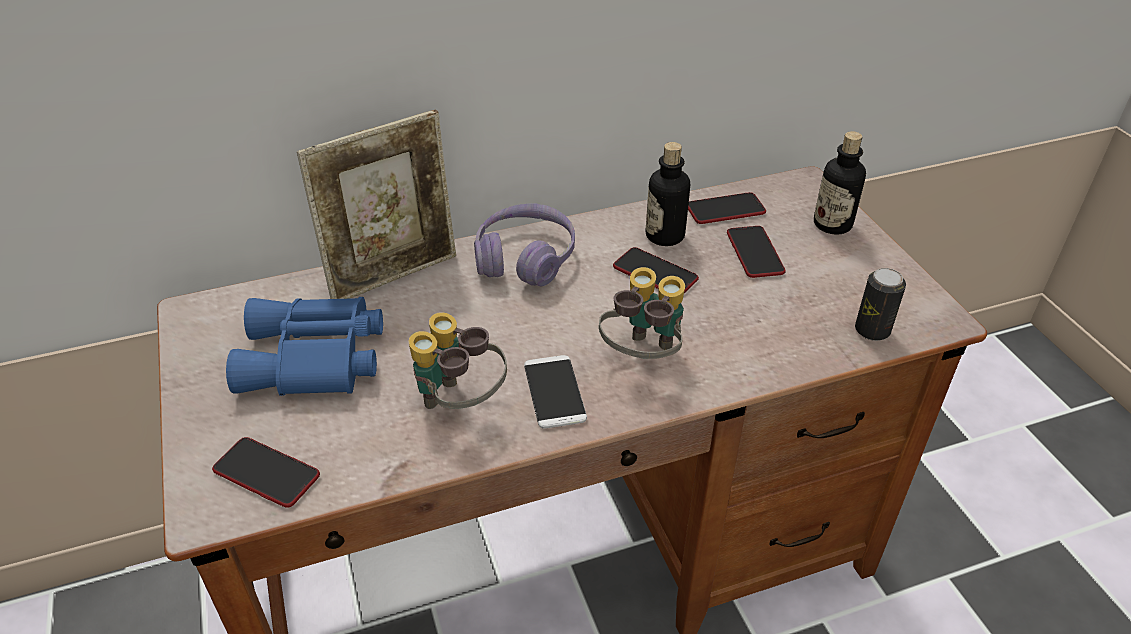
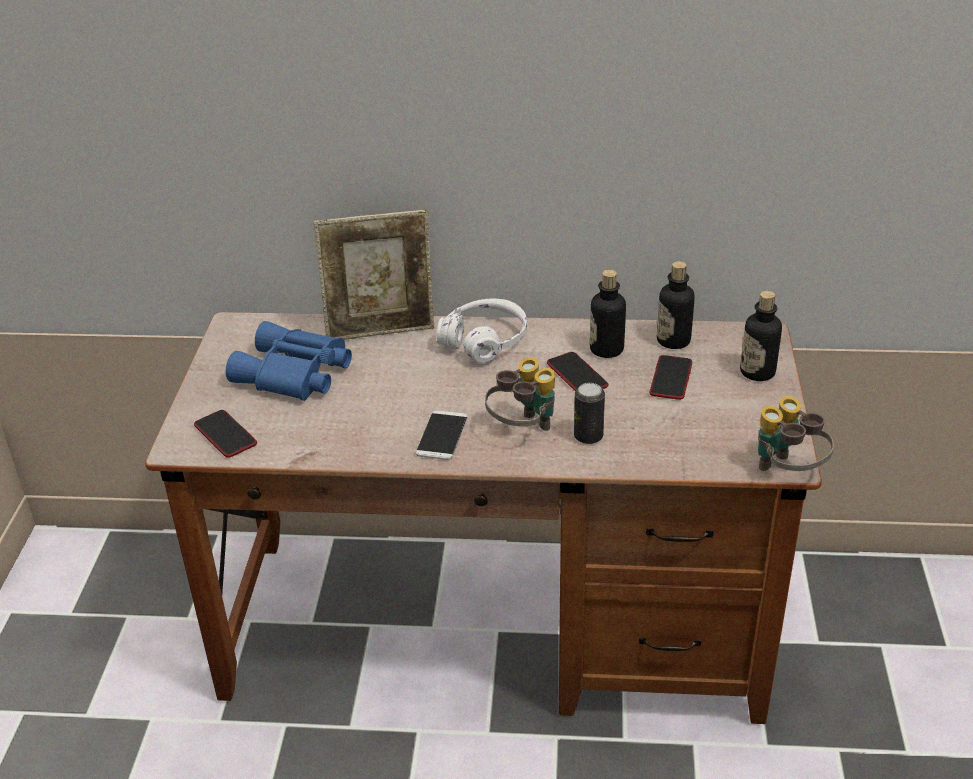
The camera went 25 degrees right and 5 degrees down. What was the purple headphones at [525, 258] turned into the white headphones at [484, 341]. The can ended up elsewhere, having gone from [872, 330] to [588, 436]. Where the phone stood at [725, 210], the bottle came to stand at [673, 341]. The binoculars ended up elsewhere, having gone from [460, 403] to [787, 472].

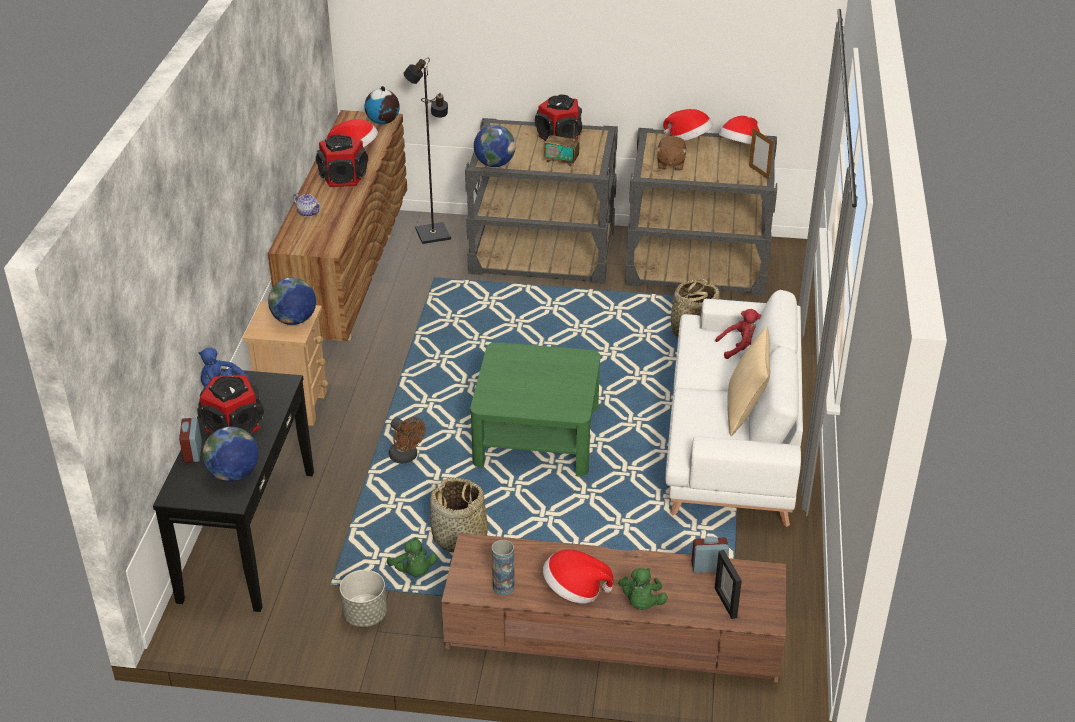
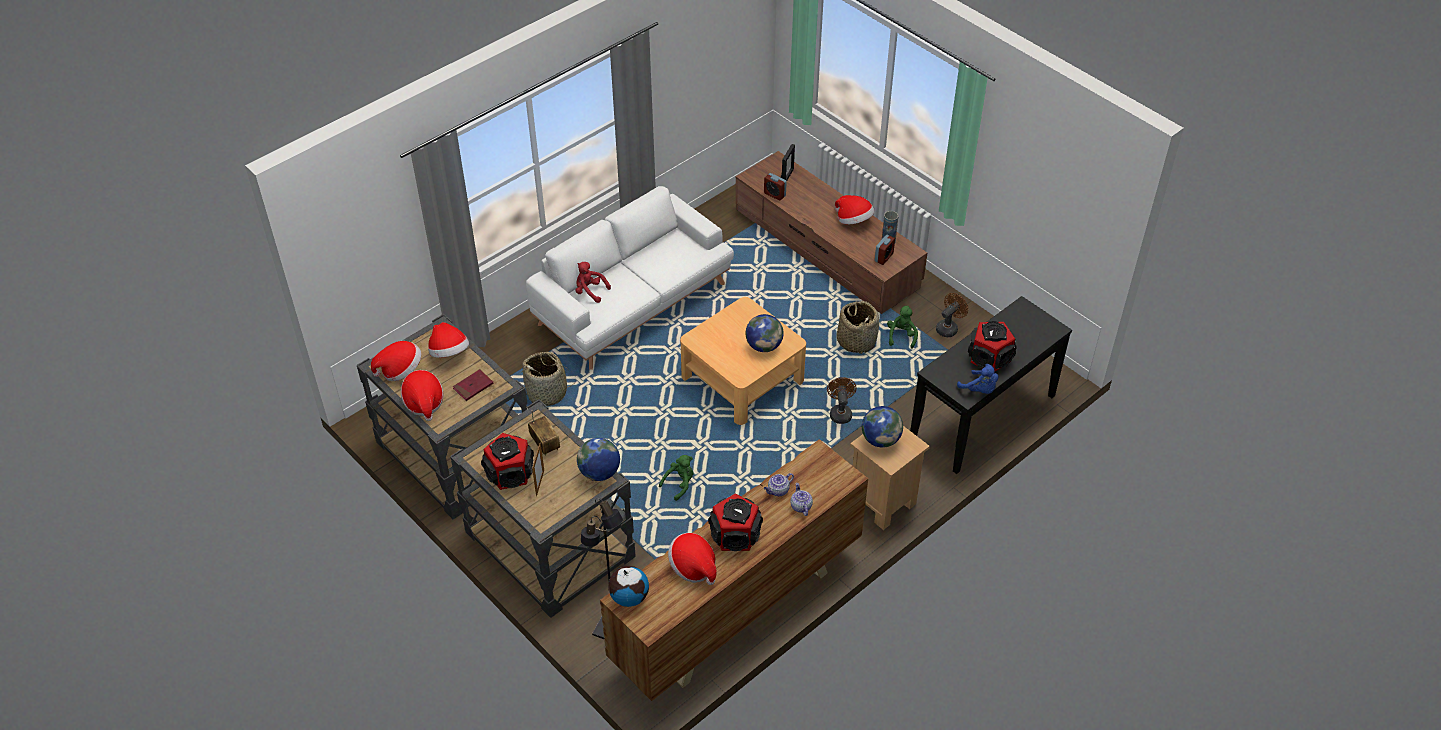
The camera went 140 degrees left and 10 degrees up. The second view gained the hat at [449, 353]. Where the brown plush toy stood at [670, 164], the red book came to stand at [473, 386]. The picture frame ended up elsewhere, having gone from [759, 173] to [540, 483]. The green plush toy ended up elsewhere, having gone from [641, 603] to [679, 484]. What was the green coffee table at [537, 435] turned into the beige coffee table at [742, 378]. The globe ended up elsewhere, having gone from [234, 474] to [764, 346]. The second view gained the teapot at [778, 491]. The alarm clock ended up elsewhere, having gone from [193, 452] to [883, 257]. Where the grey planter stood at [365, 614], the brown fan came to stand at [949, 328]. The second view lost the beige pillow at [744, 411].

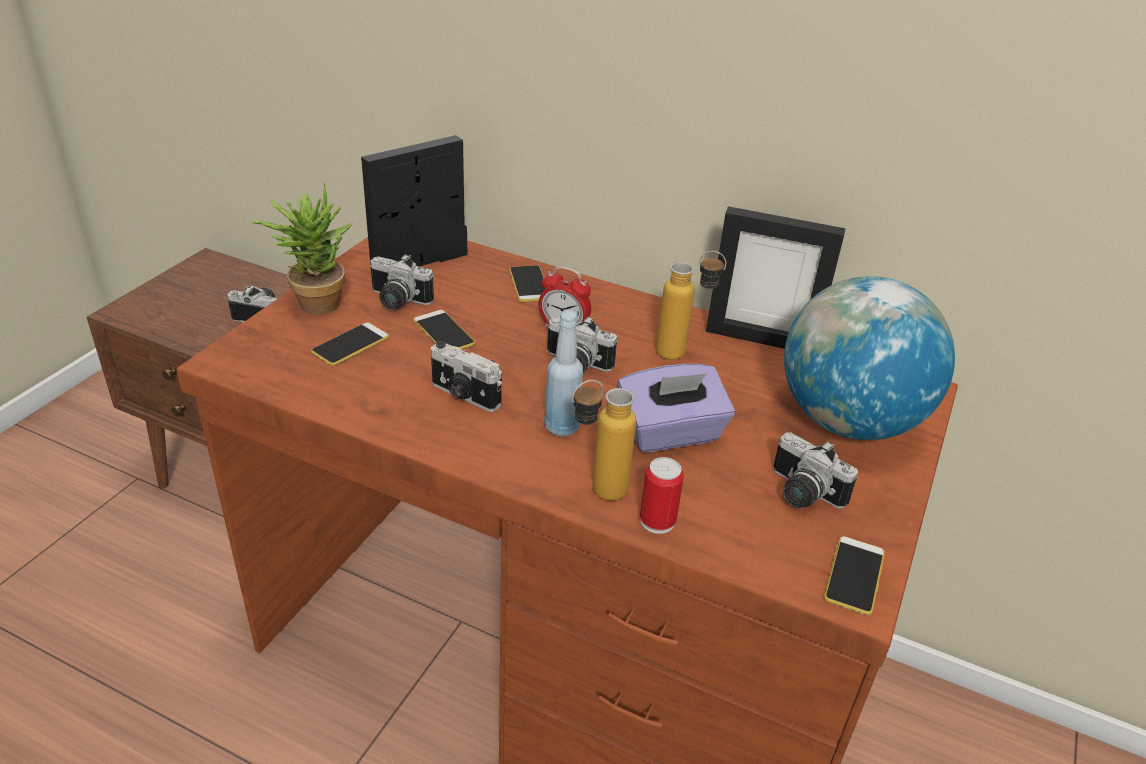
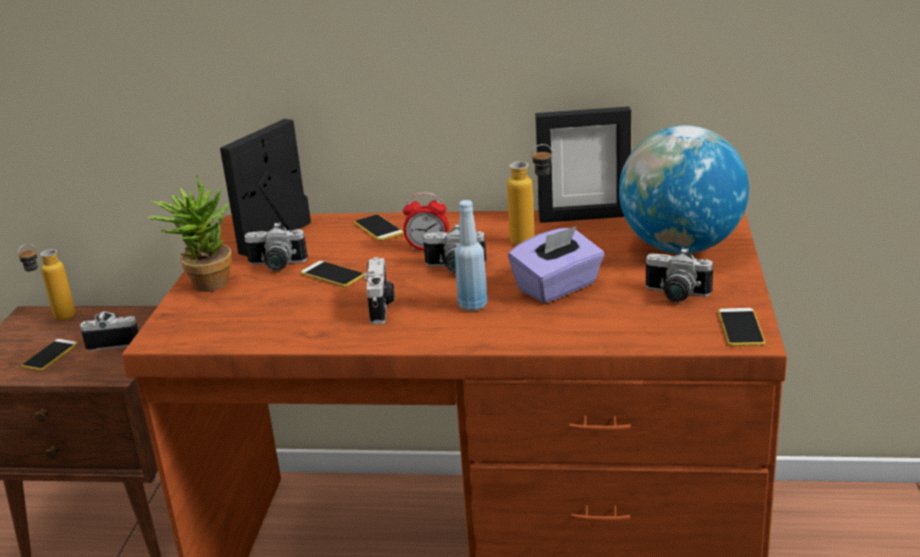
The camera went 15 degrees left and 10 degrees down. The bottle ended up elsewhere, having gone from [596, 493] to [56, 319]. The phone ended up elsewhere, having gone from [350, 345] to [50, 355]. The photo camera at [464, 395] ended up facing another way, 105 degrees counterclockwise from before. The second view lost the can at [657, 521].

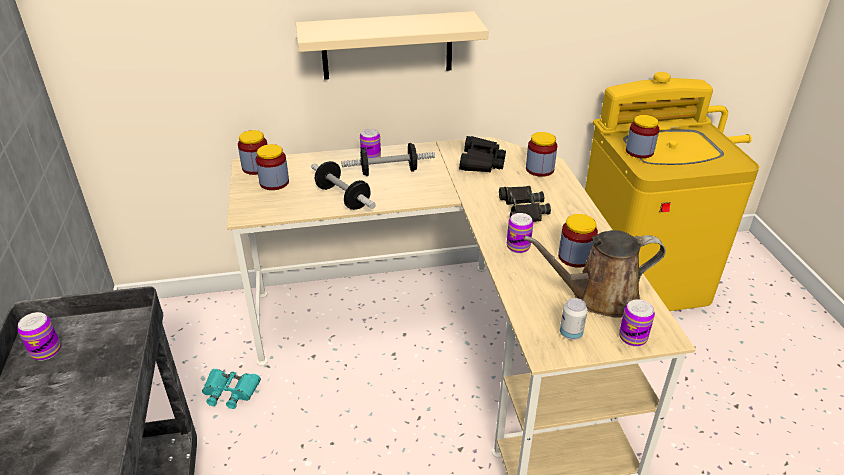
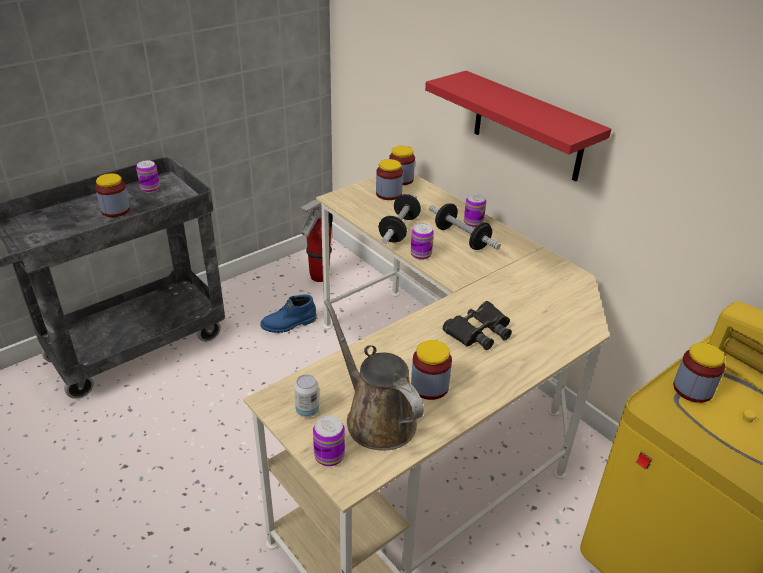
The camera went 60 degrees right and 0 degrees up. The jar ended up elsewhere, having gone from [539, 169] to [115, 210]. Where the turquoise binoculars stood at [230, 391], the blue boot came to stand at [289, 324]. The second view gained the fire extinguisher at [319, 277]. The can ended up elsewhere, having gone from [518, 247] to [421, 254]. What was the beige shelf at [387, 46] turned into the red shelf at [528, 126]. The second view lost the black binoculars at [481, 162].

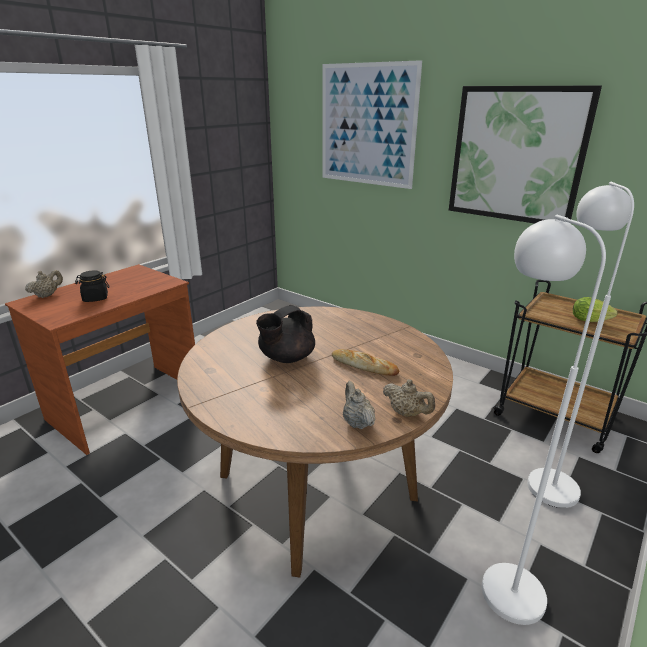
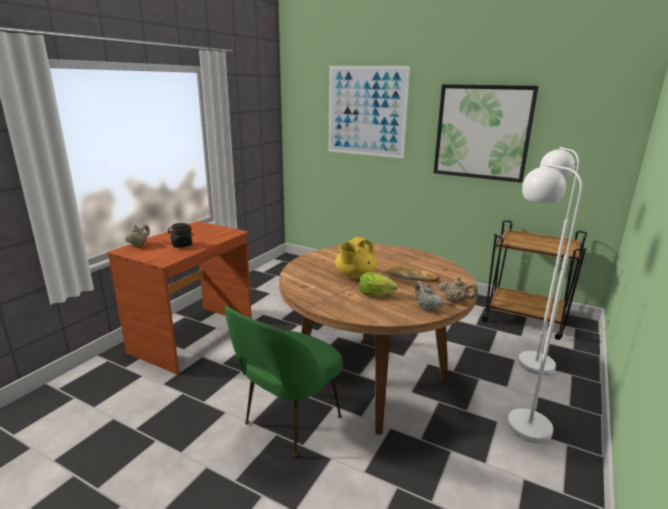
The camera went 10 degrees left and 5 degrees down. The second view gained the green chair at [287, 424]. What was the black teapot at [286, 358] turned into the yellow teapot at [354, 276]. The lettuce ended up elsewhere, having gone from [592, 321] to [377, 295].

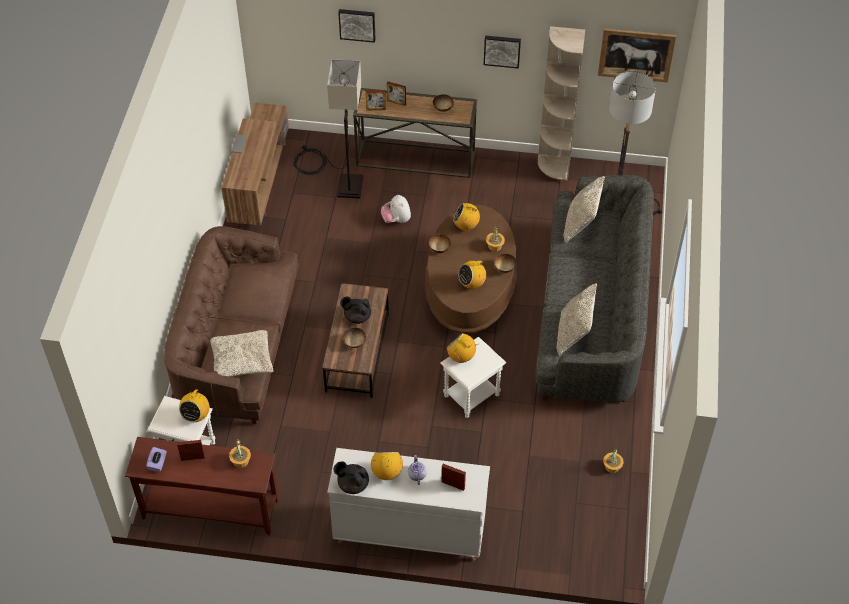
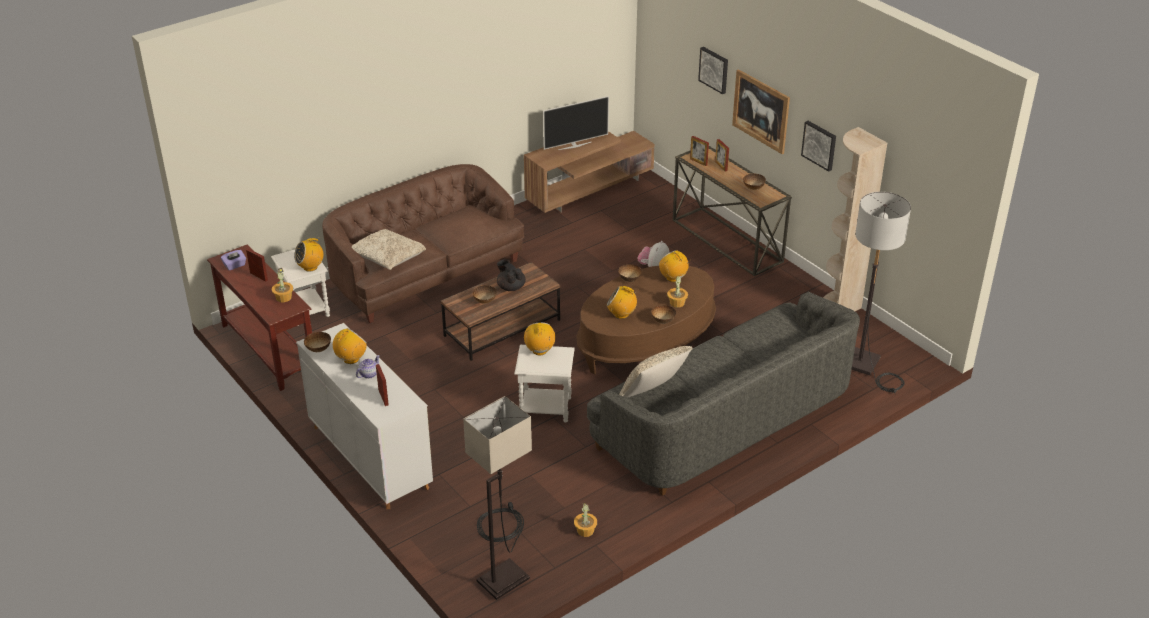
The camera went 45 degrees right and 15 degrees down. Where the black teapot stood at [352, 484], the bowl came to stand at [318, 349]. The floor lamp ended up elsewhere, having gone from [329, 173] to [502, 550]. The second view gained the television at [574, 145]. The picture ended up elsewhere, having gone from [636, 54] to [761, 111]. The second view lost the beige pillow at [581, 224].

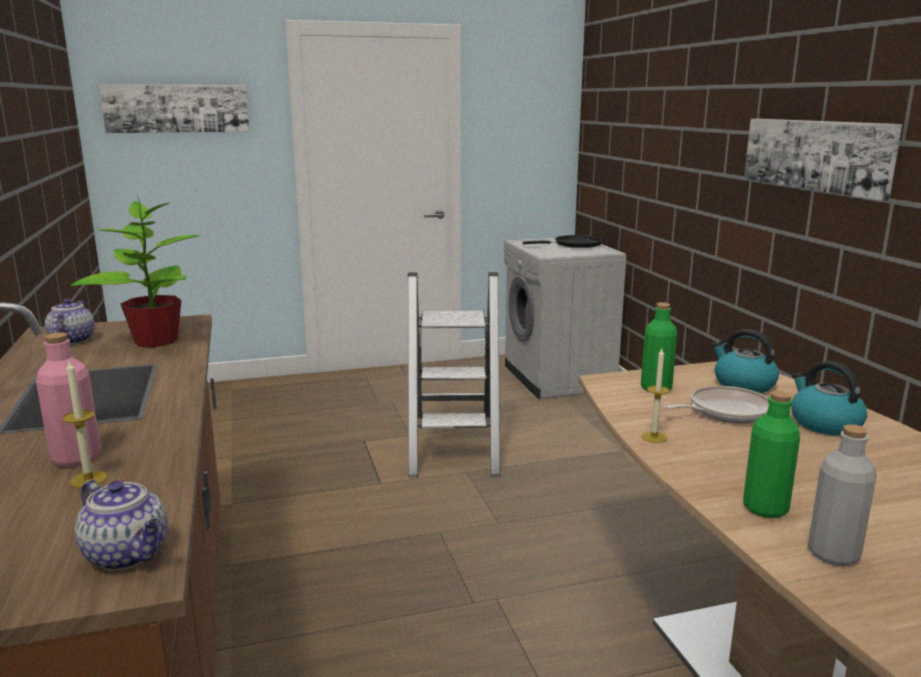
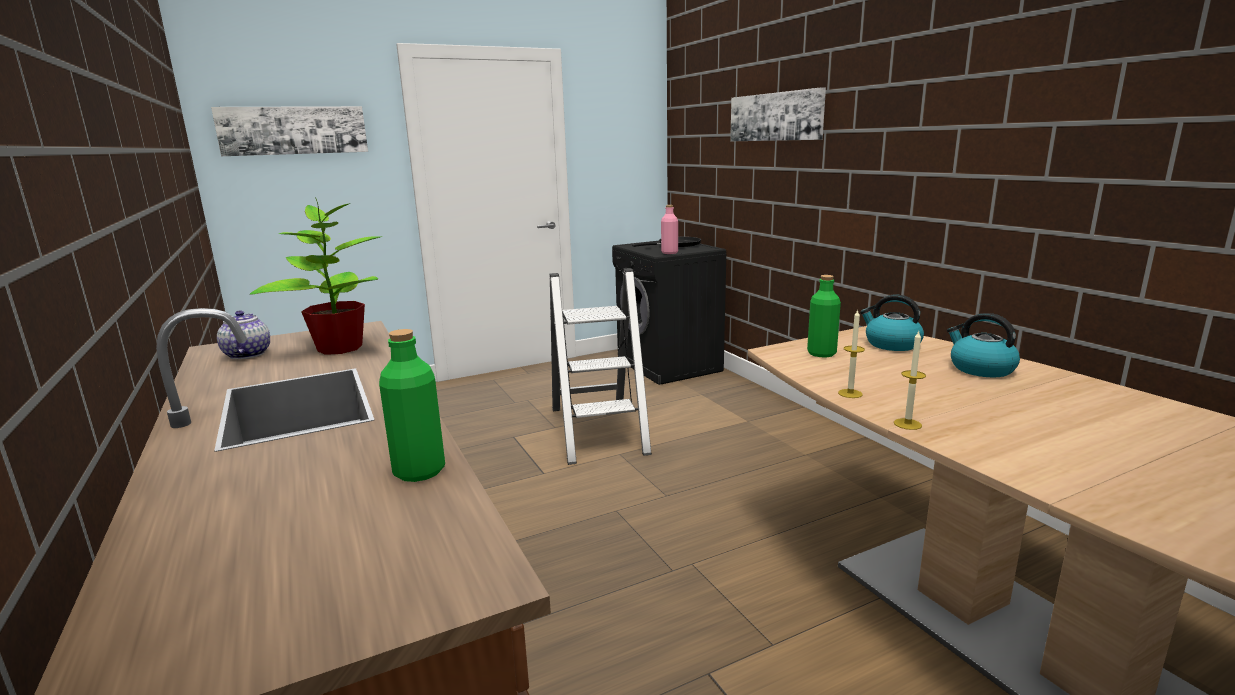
The camera went 10 degrees left and 0 degrees up. The green bottle ended up elsewhere, having gone from [765, 508] to [419, 471]. What was the white washing machine at [556, 378] turned into the black washing machine at [667, 366]. The pink bottle ended up elsewhere, having gone from [76, 458] to [669, 253]. The picture ended up elsewhere, having gone from [816, 155] to [776, 117]. The candle ended up elsewhere, having gone from [88, 479] to [907, 424]. The second view lost the teapot at [128, 555]. The second view lost the frying pan at [725, 411]. The second view lost the grey bottle at [833, 554].

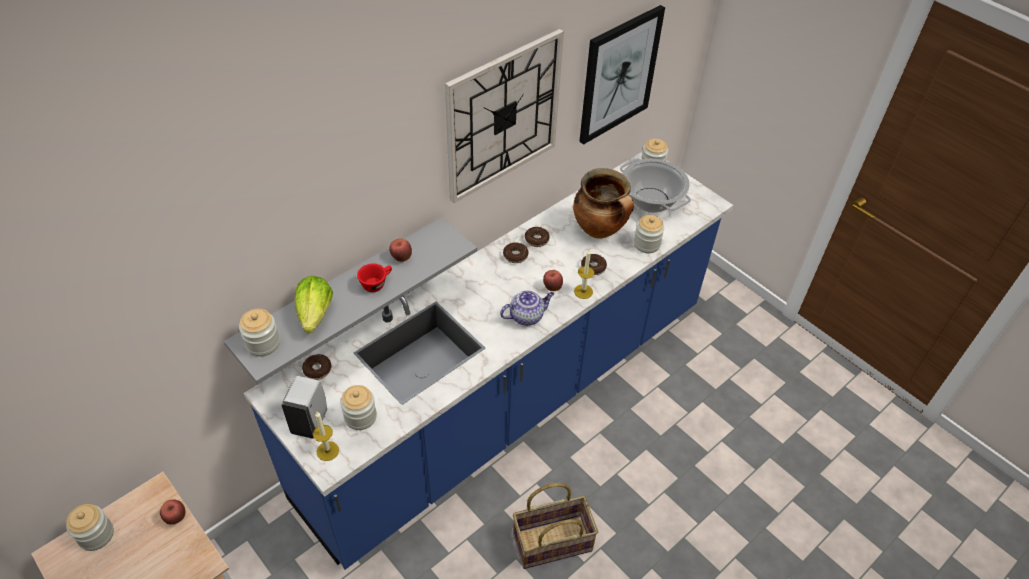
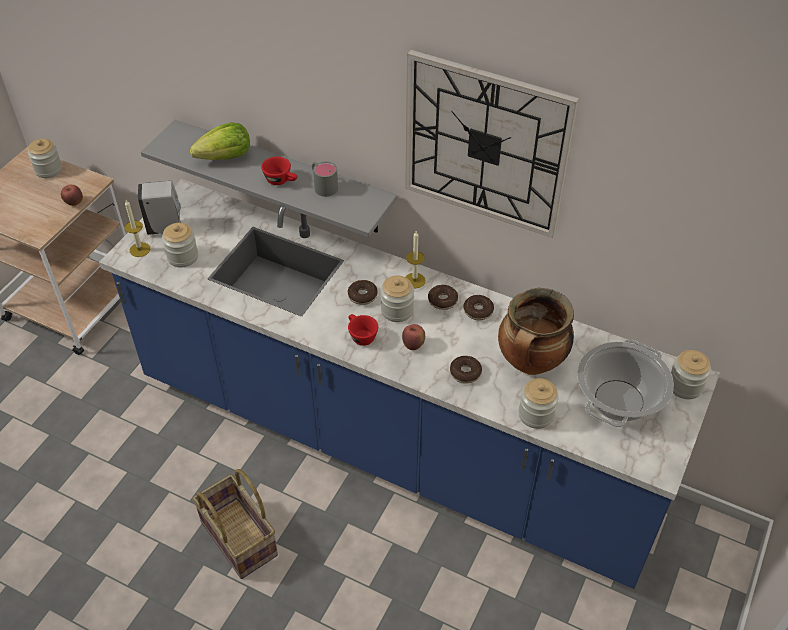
The camera went 70 degrees right and 0 degrees up. Where the apple stood at [401, 258], the grey mug came to stand at [323, 185]. The donut ended up elsewhere, having gone from [317, 370] to [362, 296]. Where the teapot stood at [527, 316], the red cup came to stand at [360, 336]. The jar ended up elsewhere, having gone from [263, 343] to [397, 310]. The candle ended up elsewhere, having gone from [583, 291] to [414, 280]. The second view lost the picture at [618, 75].

